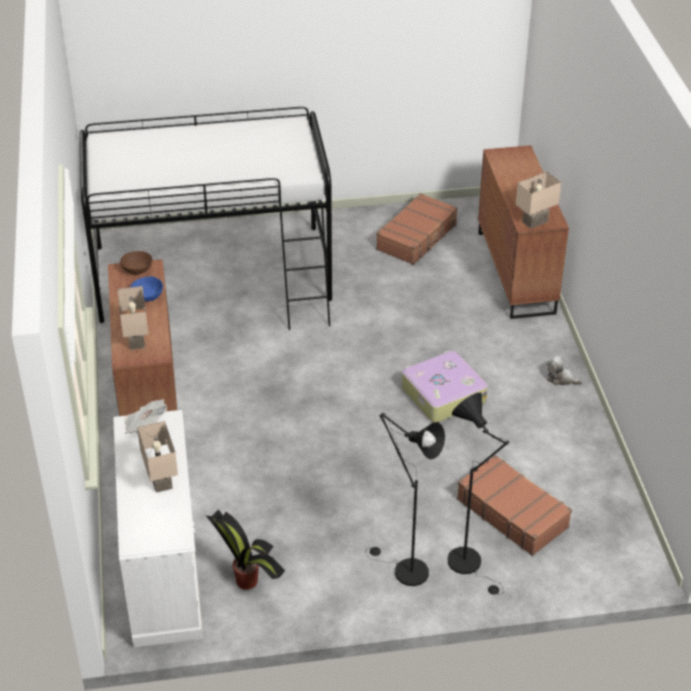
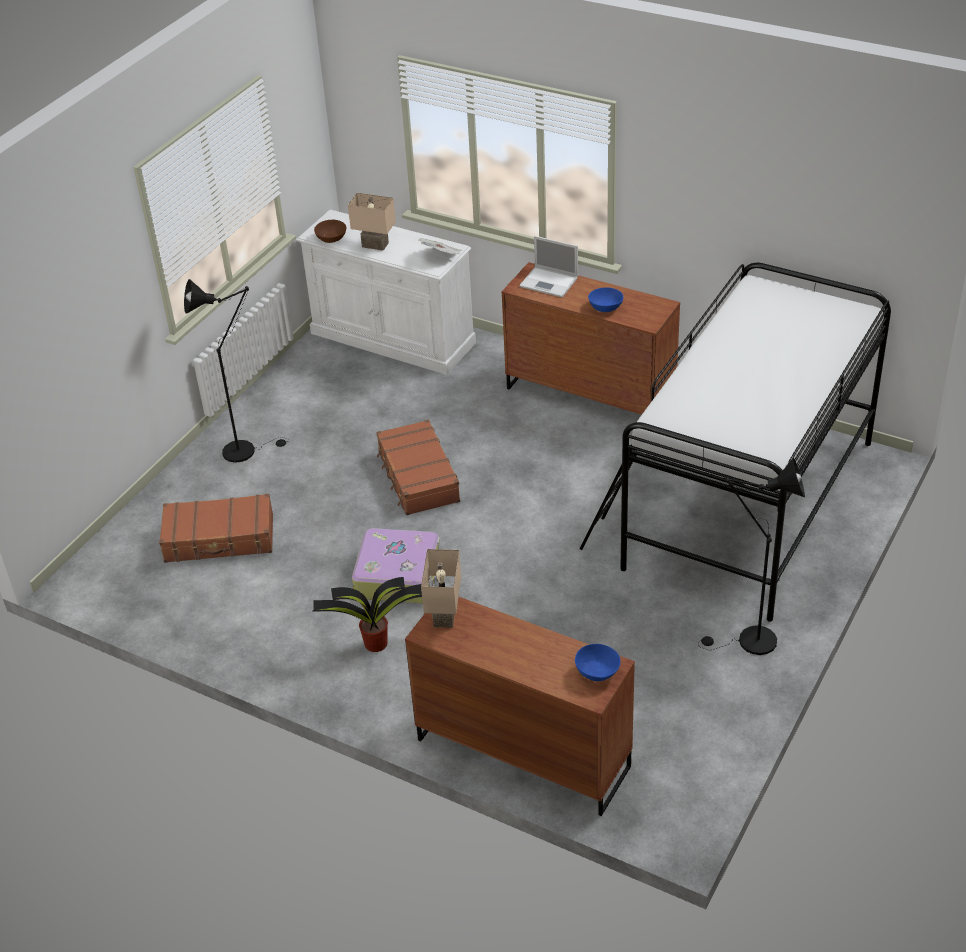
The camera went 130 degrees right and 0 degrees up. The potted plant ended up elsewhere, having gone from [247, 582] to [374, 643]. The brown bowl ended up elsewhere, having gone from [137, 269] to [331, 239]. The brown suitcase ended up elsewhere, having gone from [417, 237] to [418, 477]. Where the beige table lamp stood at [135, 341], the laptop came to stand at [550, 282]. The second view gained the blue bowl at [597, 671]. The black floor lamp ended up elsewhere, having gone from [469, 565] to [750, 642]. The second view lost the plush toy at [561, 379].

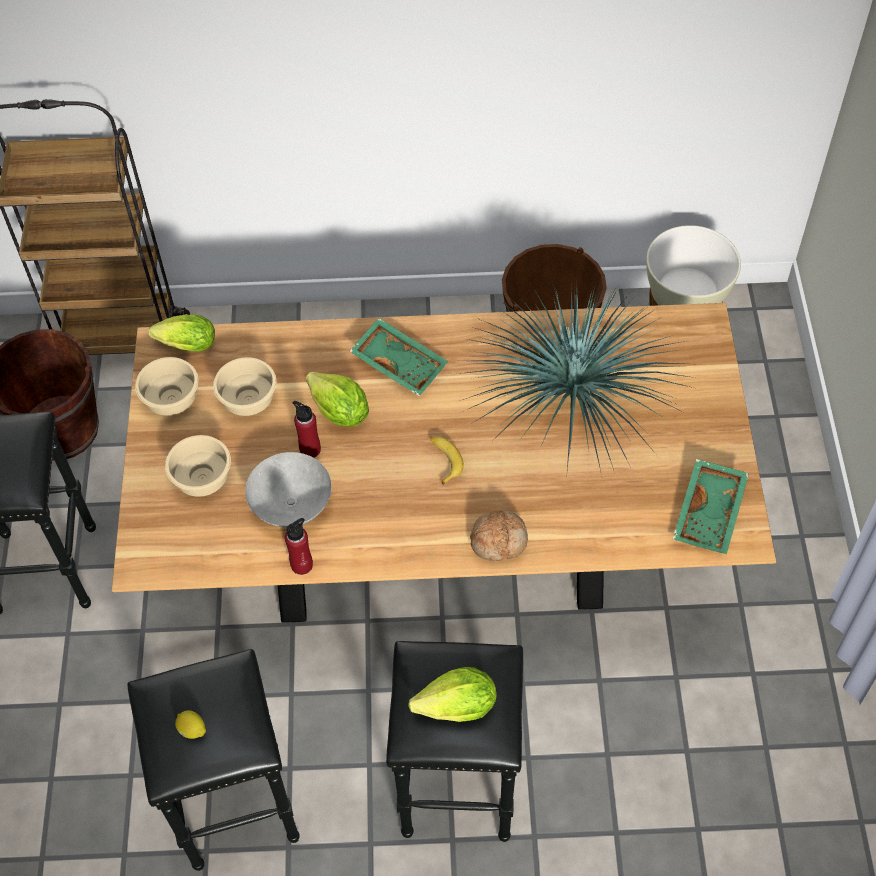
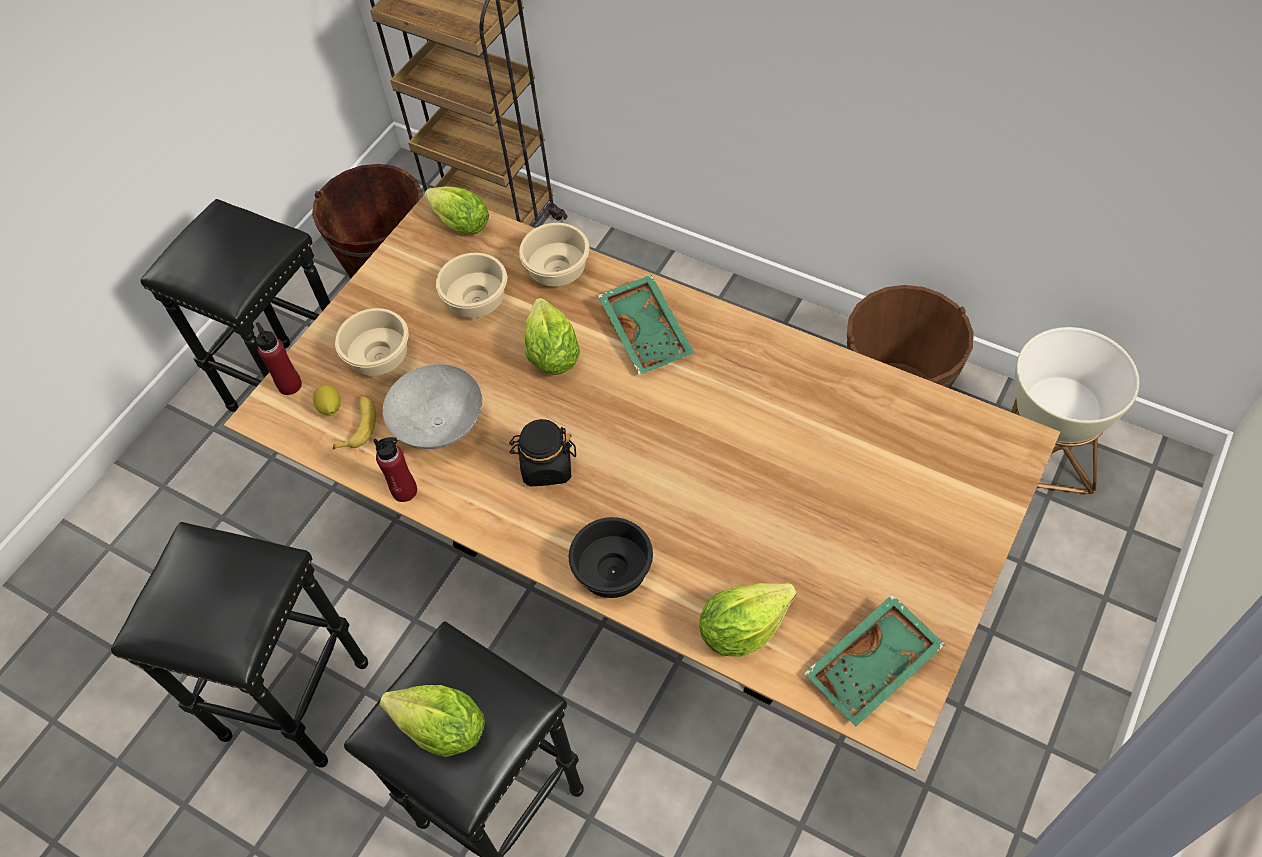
The camera went 35 degrees right and 0 degrees up. The red bottle ended up elsewhere, having gone from [310, 449] to [290, 385]. The lemon ended up elsewhere, having gone from [192, 730] to [330, 408]. The banana ended up elsewhere, having gone from [444, 460] to [358, 425]. The second view gained the black jar at [546, 467]. The beige bowl ended up elsewhere, having gone from [172, 397] to [559, 269]. Where the bread stood at [499, 539], the black bowl came to stand at [615, 570]. The second view gained the lettuce at [742, 629]. The second view lost the potted plant at [574, 393].

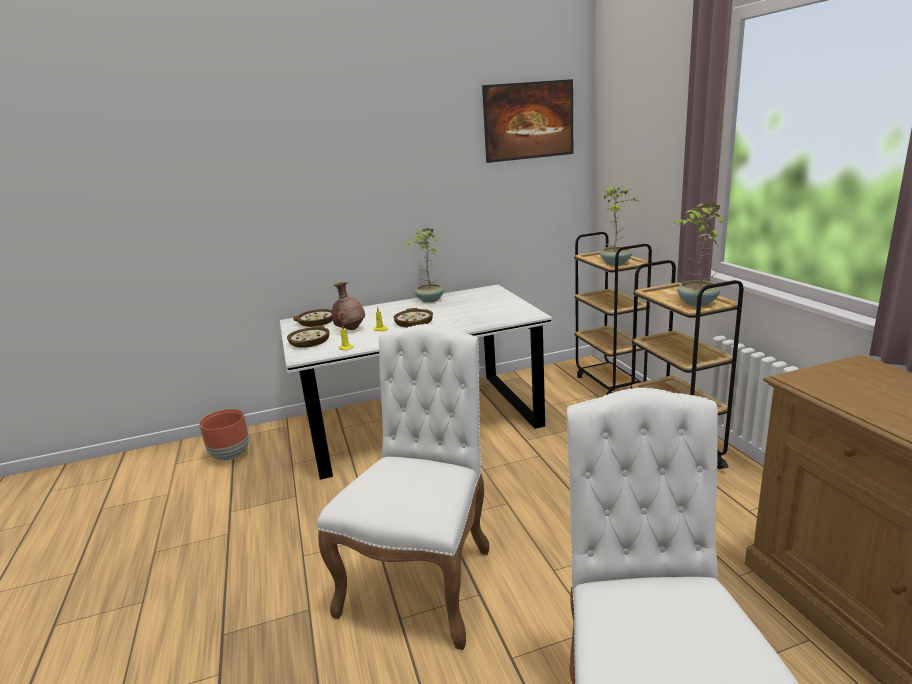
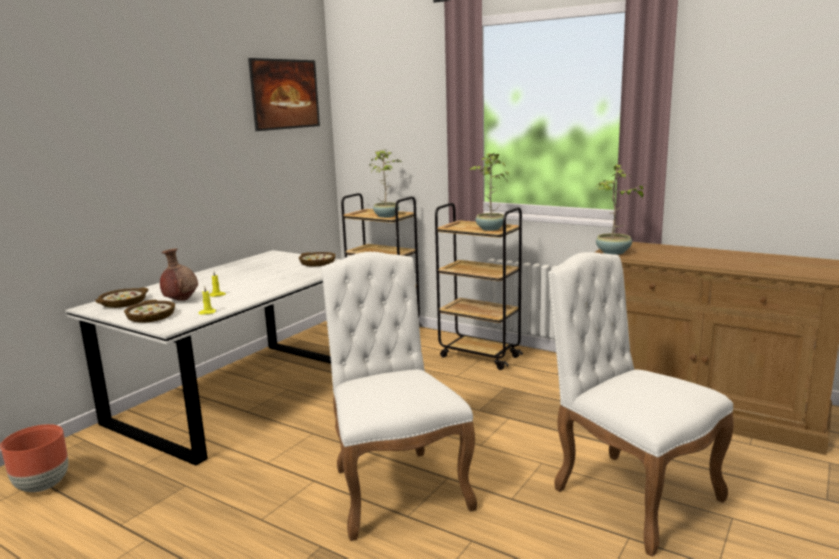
The camera went 40 degrees left and 5 degrees down. The bowl ended up elsewhere, having gone from [414, 322] to [318, 263]. The potted plant ended up elsewhere, having gone from [429, 300] to [613, 252].

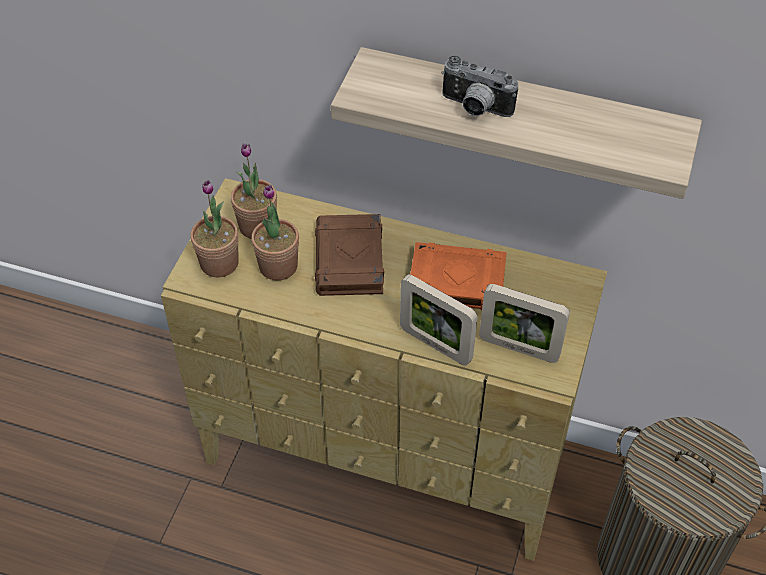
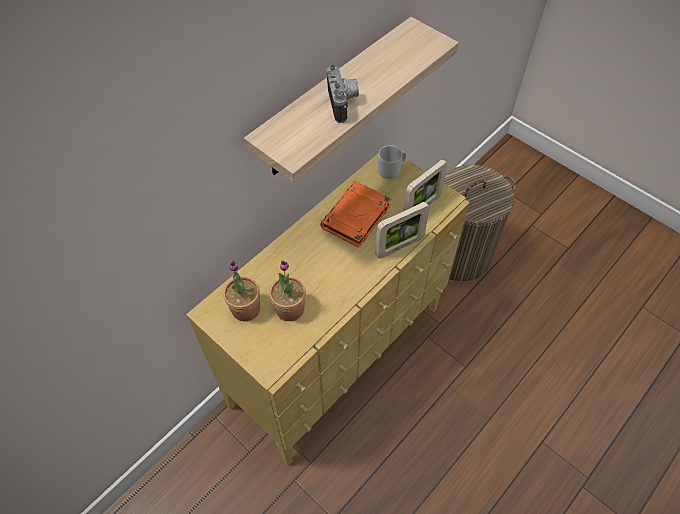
The camera went 65 degrees left and 5 degrees up. The photo camera at [474, 108] ended up facing another way, 60 degrees counterclockwise from before. The second view gained the grey mug at [391, 169]. The second view lost the potted plant at [219, 263]. The second view lost the brown book at [350, 260].

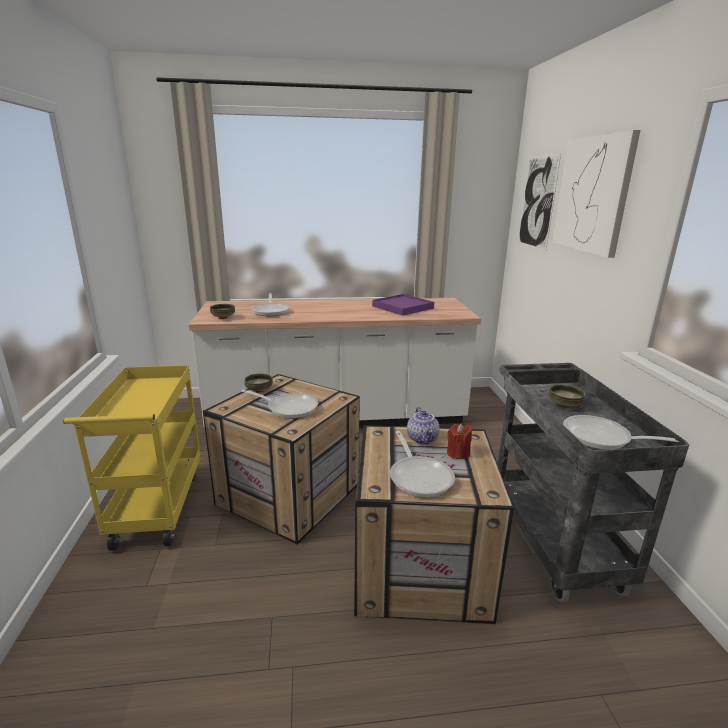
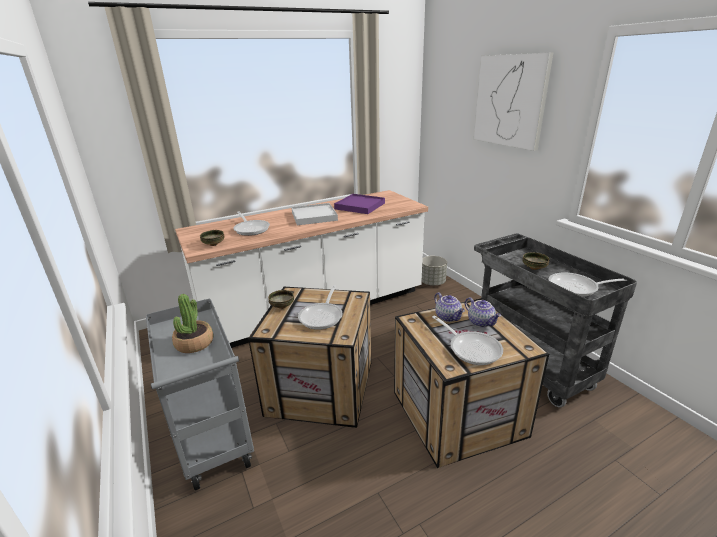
The camera went 20 degrees left and 5 degrees up. What was the yellow cart at [157, 511] turned into the grey cart at [213, 439]. The second view gained the potted plant at [194, 343]. The second view gained the white tray at [314, 216]. The frying pan at [288, 408] ended up facing another way, 105 degrees clockwise from before. The second view gained the grey planter at [432, 282]. Where the red candle stood at [458, 453], the teapot came to stand at [481, 322]. The second view lost the picture at [537, 202].

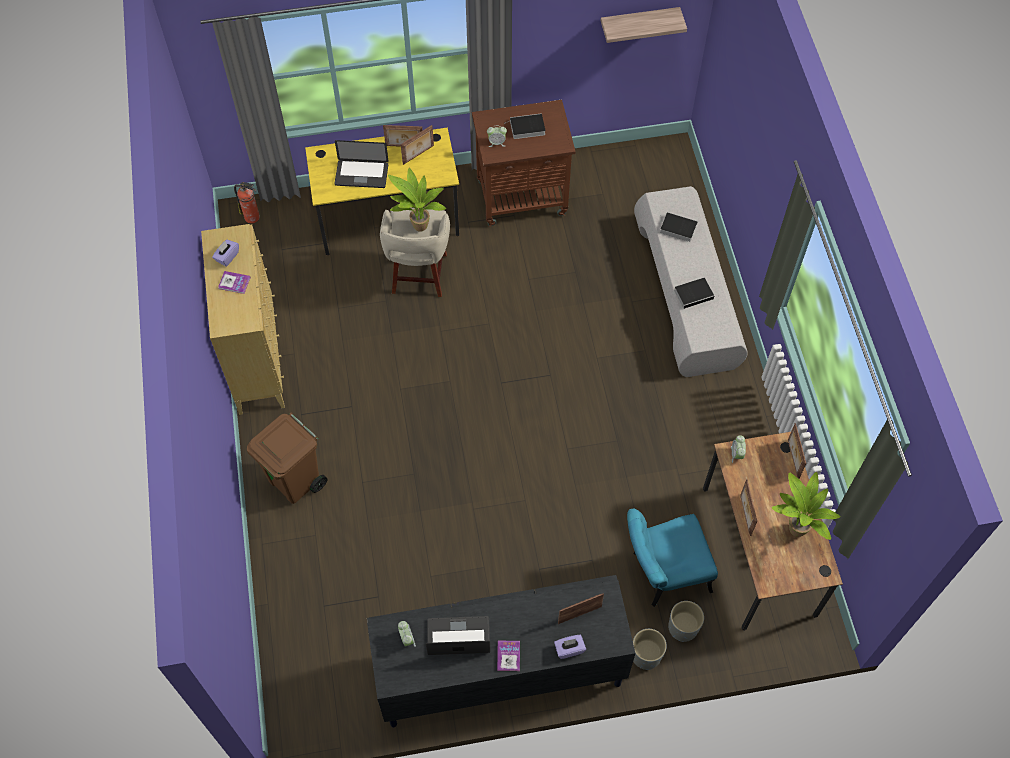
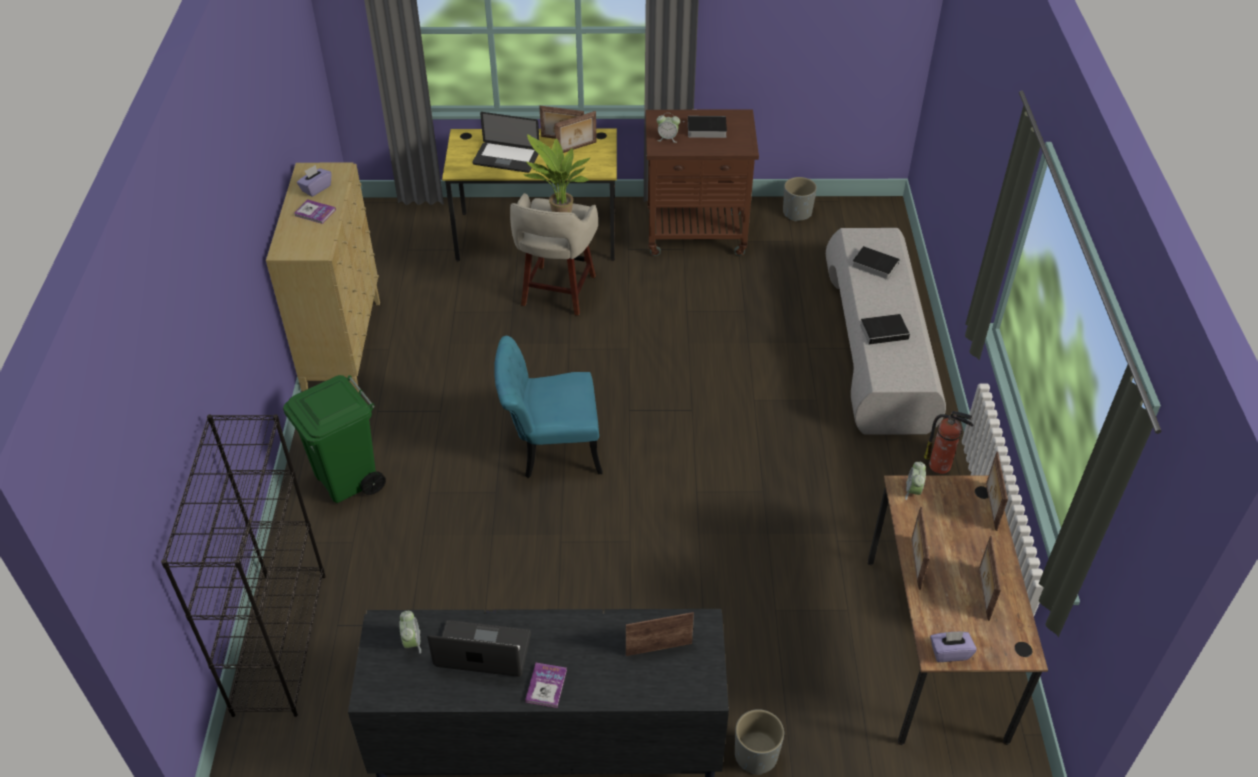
The camera went 10 degrees right and 15 degrees down. The second view gained the black bookcase at [280, 642]. What was the brown trash can at [295, 481] turned into the green trash can at [348, 480]. The turquoise chair ended up elsewhere, having gone from [663, 573] to [550, 448]. The grey planter ended up elsewhere, having gone from [683, 628] to [797, 213]. The fire extinguisher ended up elsewhere, having gone from [253, 217] to [941, 466]. The purple tissue box ended up elsewhere, having gone from [569, 649] to [949, 652]. Where the potted plant stood at [794, 531], the picture frame came to stand at [983, 593]. The second view lost the shelf at [639, 22].

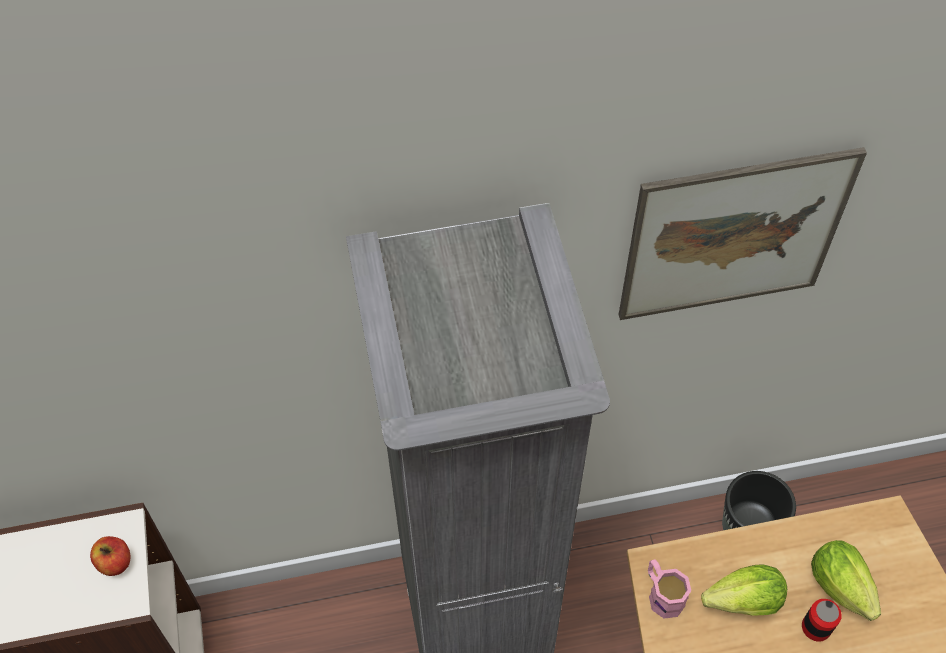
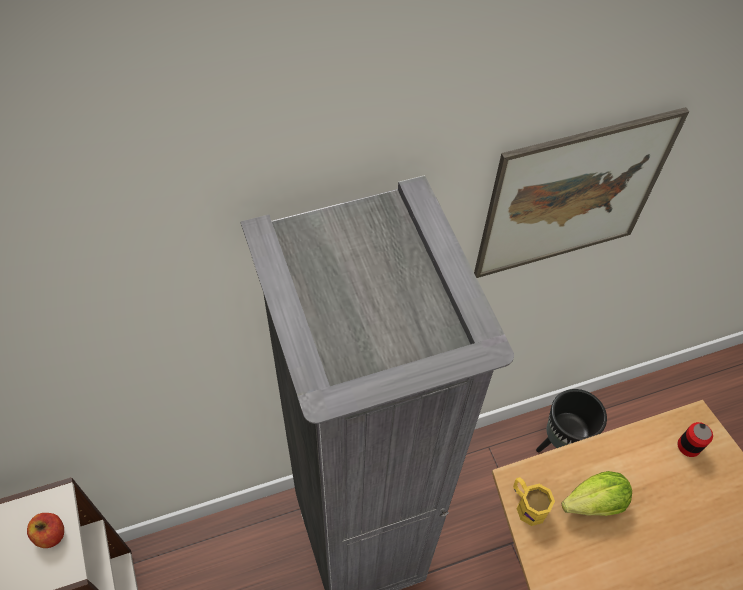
The camera went 10 degrees left and 0 degrees up. What was the pink mug at [662, 594] turned into the yellow mug at [527, 505]. The can ended up elsewhere, having gone from [816, 627] to [688, 446]. The second view lost the lettuce at [843, 591].

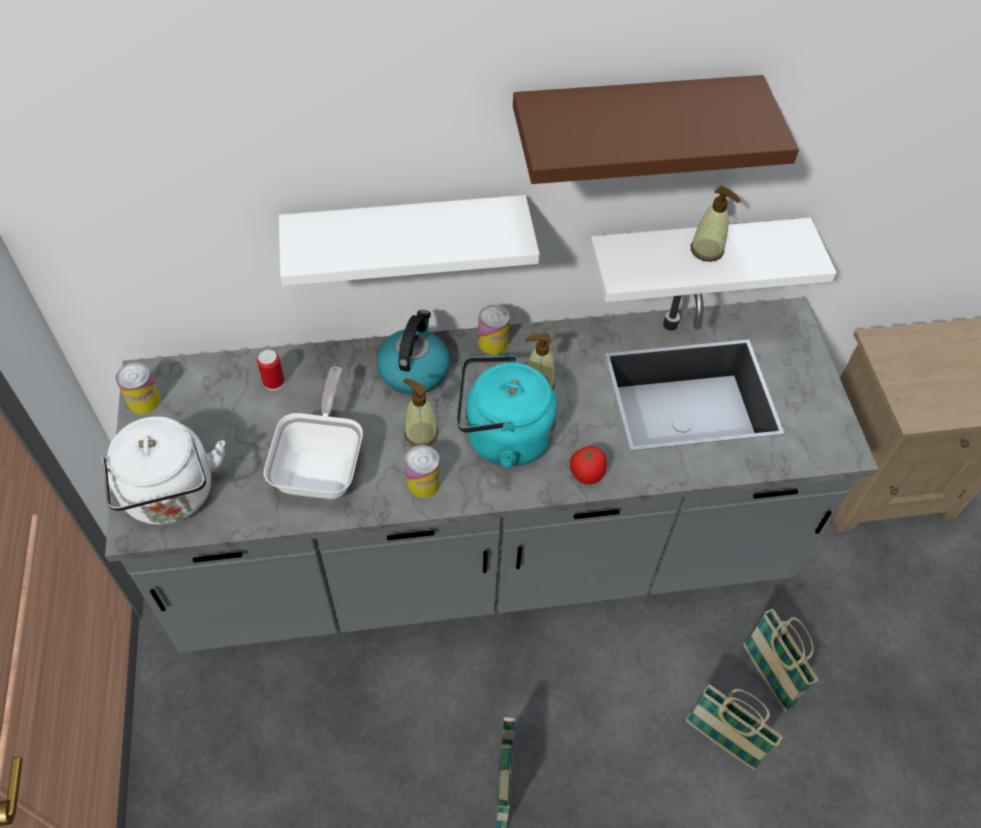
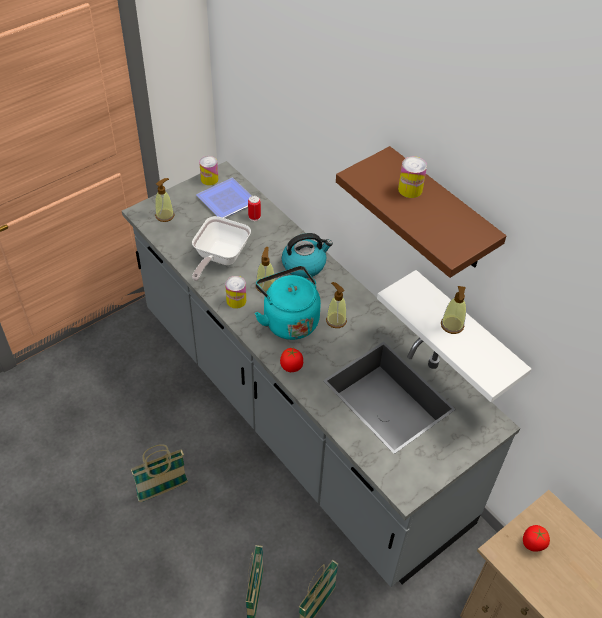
The camera went 60 degrees right and 5 degrees down. Where the white kettle stood at [172, 497], the soap dispenser came to stand at [165, 215]. The frying pan at [323, 465] ended up facing another way, 135 degrees clockwise from before. The second view gained the plate at [226, 202]. The can ended up elsewhere, having gone from [493, 342] to [410, 189]. The second view gained the tomato at [533, 544]. The second view lost the white shelf at [405, 237].

